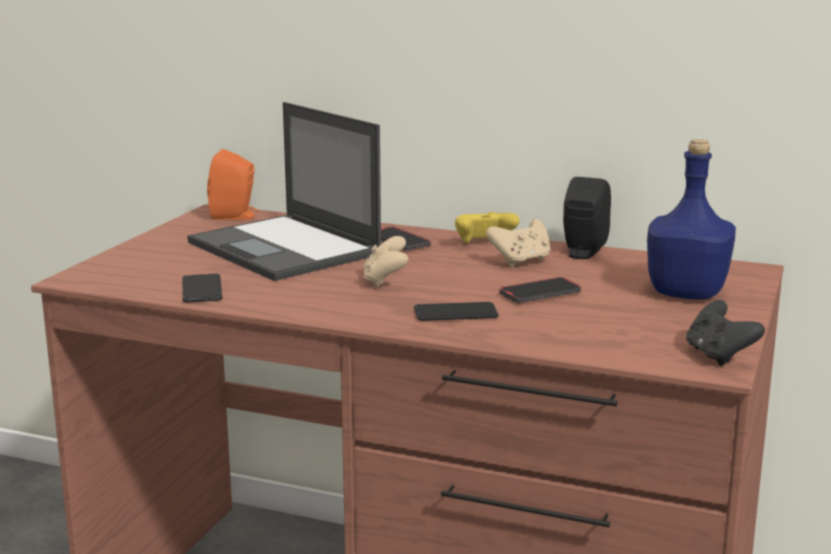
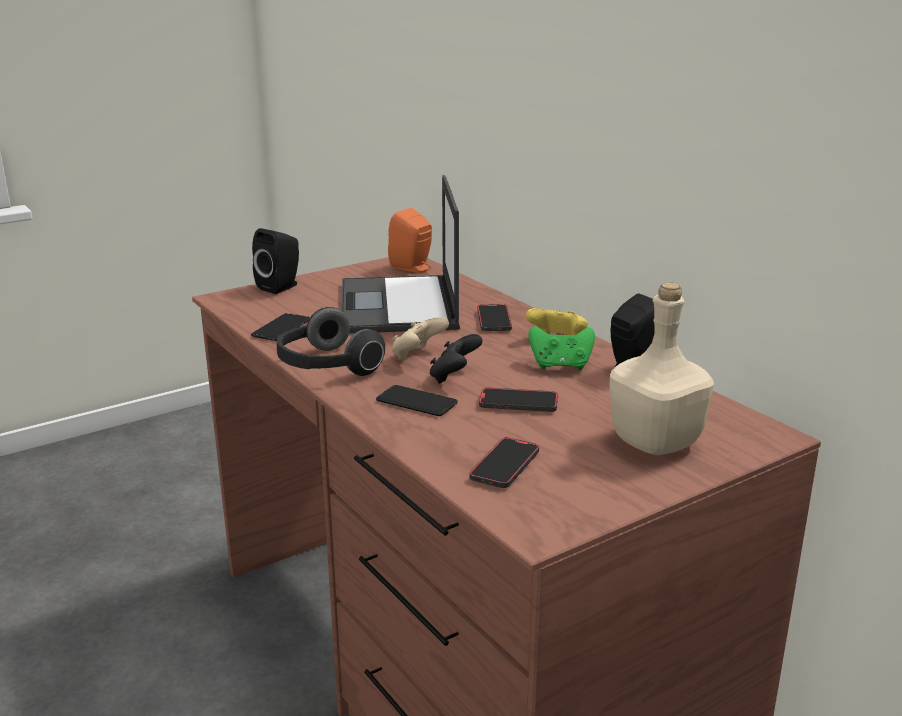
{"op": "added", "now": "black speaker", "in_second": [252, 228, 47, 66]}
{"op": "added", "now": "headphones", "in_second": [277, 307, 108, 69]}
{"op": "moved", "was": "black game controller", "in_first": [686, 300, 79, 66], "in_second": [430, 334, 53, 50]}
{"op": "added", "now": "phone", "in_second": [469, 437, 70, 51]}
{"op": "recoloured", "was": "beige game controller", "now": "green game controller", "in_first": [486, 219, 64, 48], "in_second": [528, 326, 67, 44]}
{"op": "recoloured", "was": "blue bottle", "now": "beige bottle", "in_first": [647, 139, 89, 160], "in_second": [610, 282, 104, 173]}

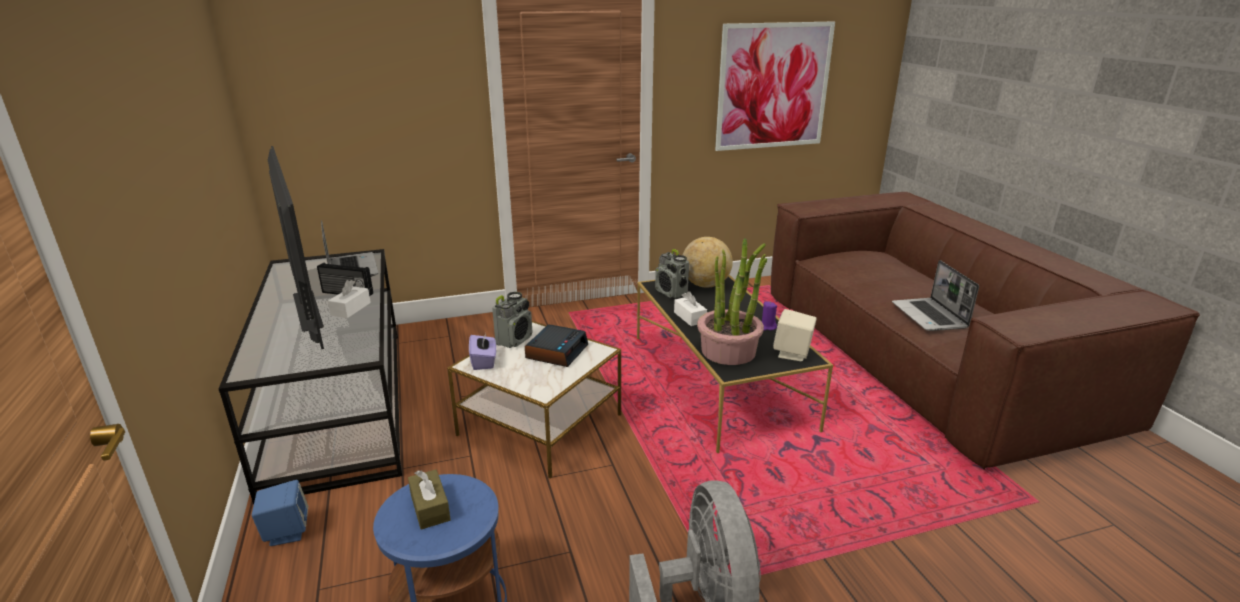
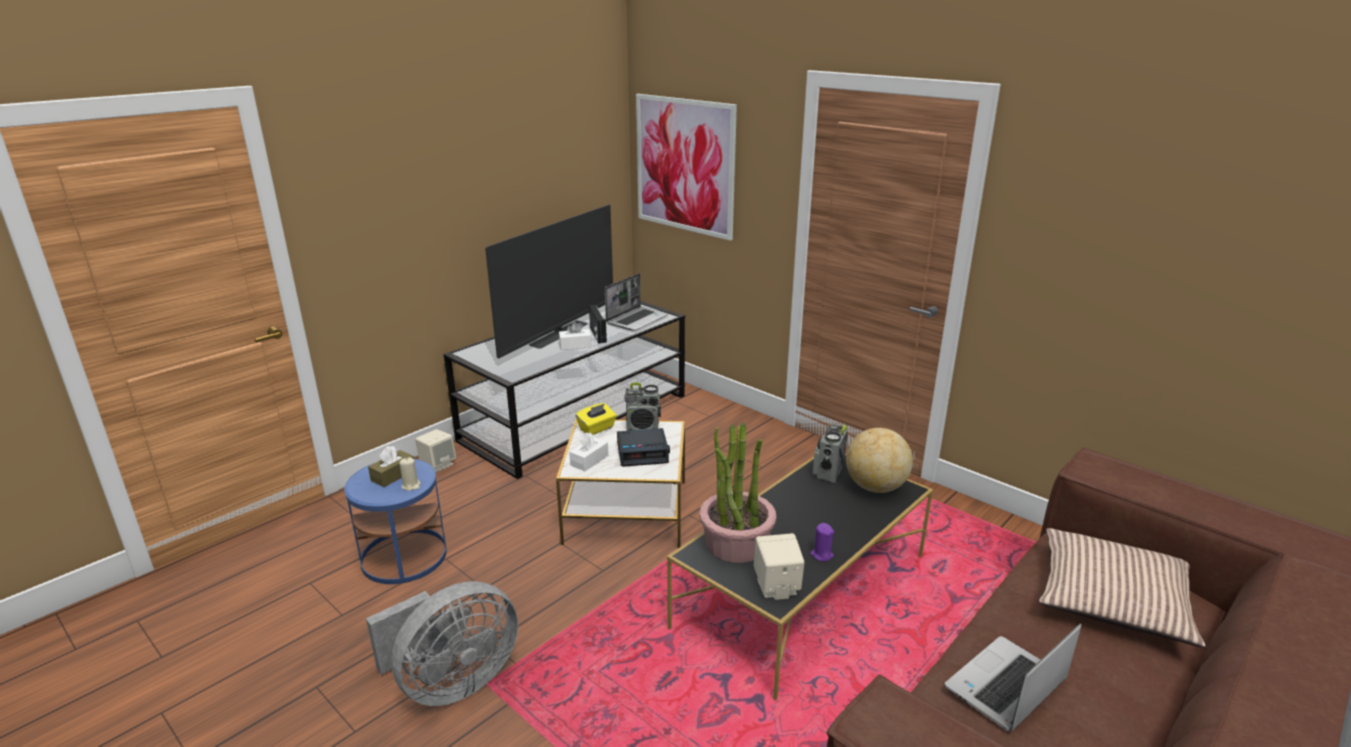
{"op": "added", "now": "beige candle", "in_second": [399, 457, 22, 34]}
{"op": "recoloured", "was": "blue speaker", "now": "beige speaker", "in_first": [252, 480, 56, 66], "in_second": [415, 429, 41, 43]}
{"op": "moved", "was": "white tissue box", "in_first": [674, 291, 33, 35], "in_second": [569, 432, 39, 39]}
{"op": "recoloured", "was": "purple tissue box", "now": "yellow tissue box", "in_first": [469, 333, 27, 37], "in_second": [576, 403, 41, 32]}
{"op": "moved", "was": "picture", "in_first": [715, 21, 120, 130], "in_second": [636, 94, 101, 147]}
{"op": "added", "now": "pillow", "in_second": [1039, 528, 167, 119]}

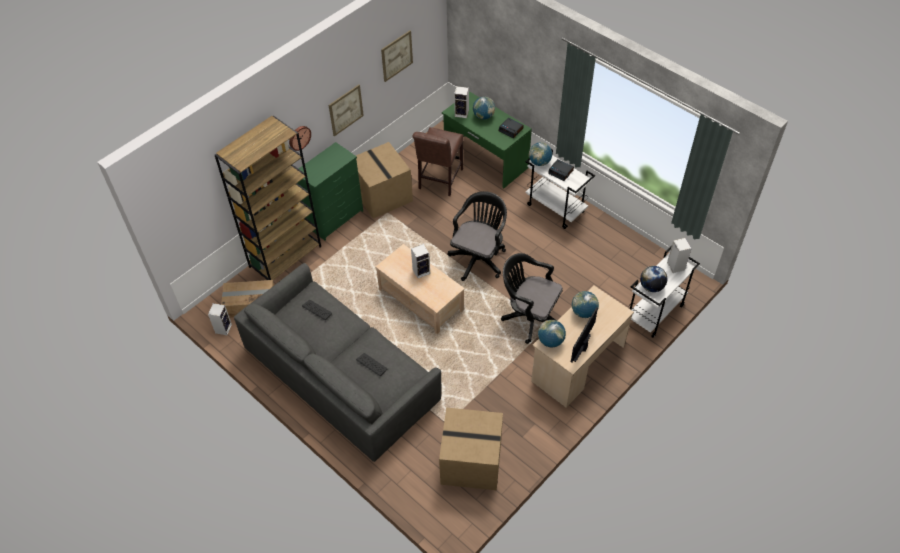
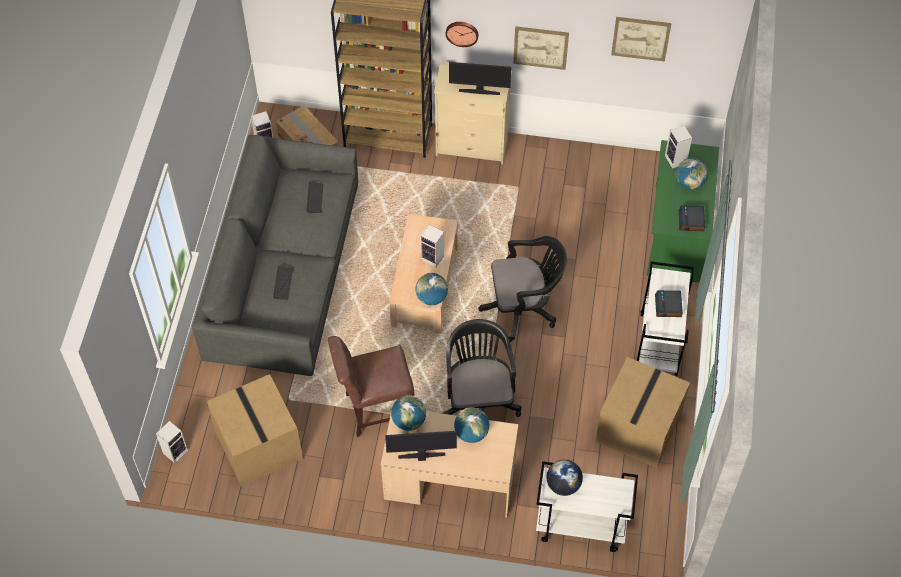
{"op": "moved", "was": "speaker", "in_first": [667, 238, 25, 35], "in_second": [156, 421, 32, 42]}
{"op": "moved", "was": "brown chair", "in_first": [412, 127, 52, 69], "in_second": [328, 336, 86, 101]}
{"op": "moved", "was": "globe", "in_first": [529, 142, 23, 24], "in_second": [415, 273, 33, 32]}
{"op": "recoloured", "was": "green dresser", "now": "beige dresser", "in_first": [298, 142, 65, 99], "in_second": [434, 62, 78, 102]}
{"op": "added", "now": "monitor", "in_second": [449, 62, 62, 33]}
{"op": "moved", "was": "cardboard box", "in_first": [356, 142, 57, 77], "in_second": [595, 357, 95, 111]}

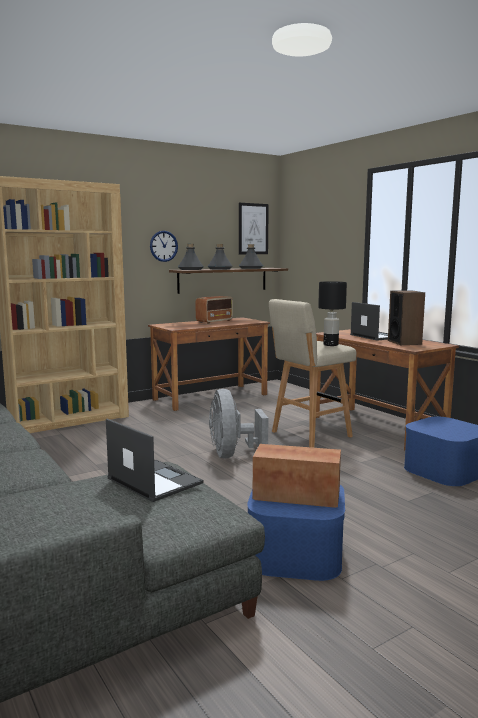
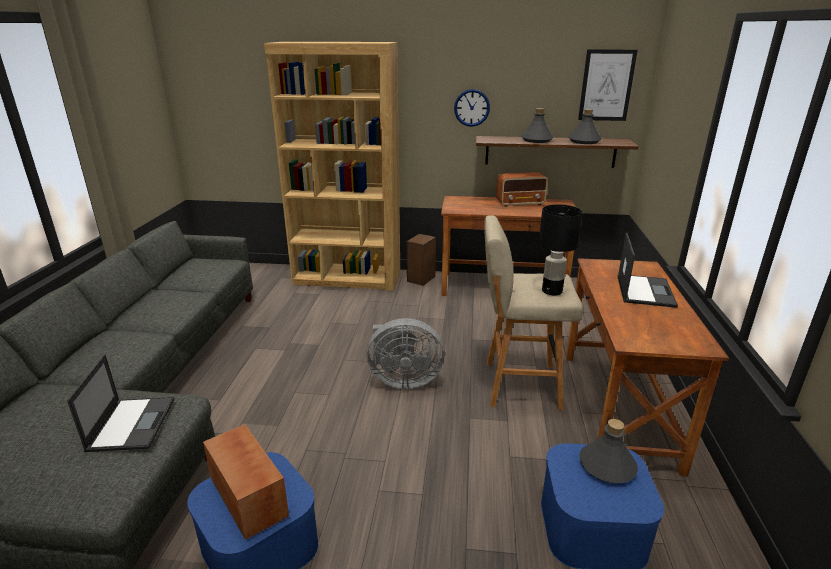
{"op": "turned", "was": "grey fan", "in_first": [209, 389, 59, 69], "in_second": [366, 318, 79, 71], "clockwise": -120}
{"op": "moved", "was": "speaker", "in_first": [388, 290, 37, 55], "in_second": [407, 234, 29, 52]}
{"op": "moved", "was": "grey bottle", "in_first": [178, 244, 26, 26], "in_second": [580, 419, 58, 64]}

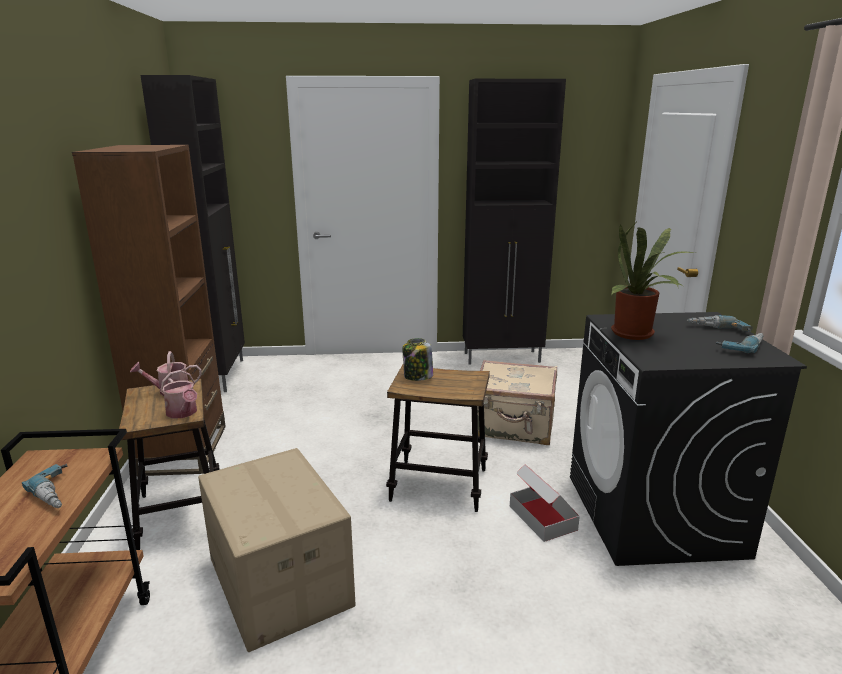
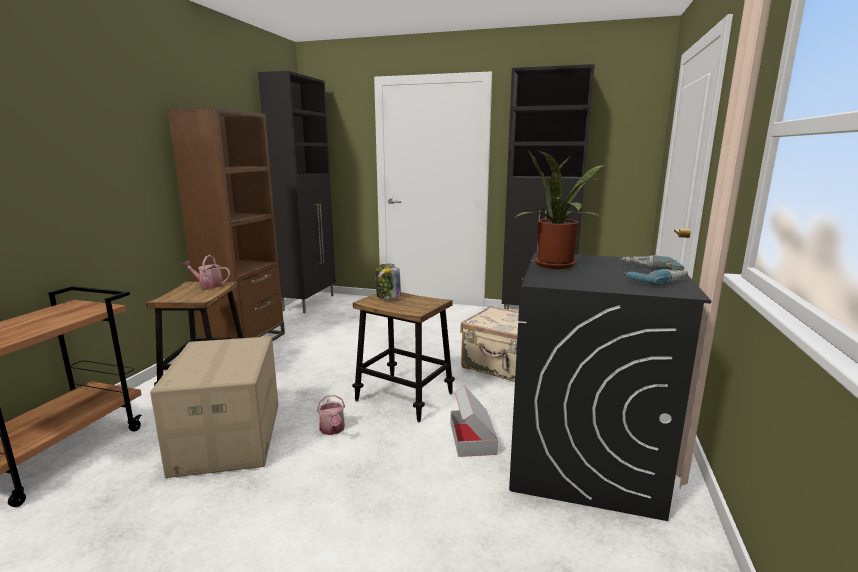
{"op": "moved", "was": "watering can", "in_first": [160, 370, 37, 49], "in_second": [317, 394, 28, 41]}
{"op": "removed", "was": "power drill", "in_first": [22, 464, 46, 44]}

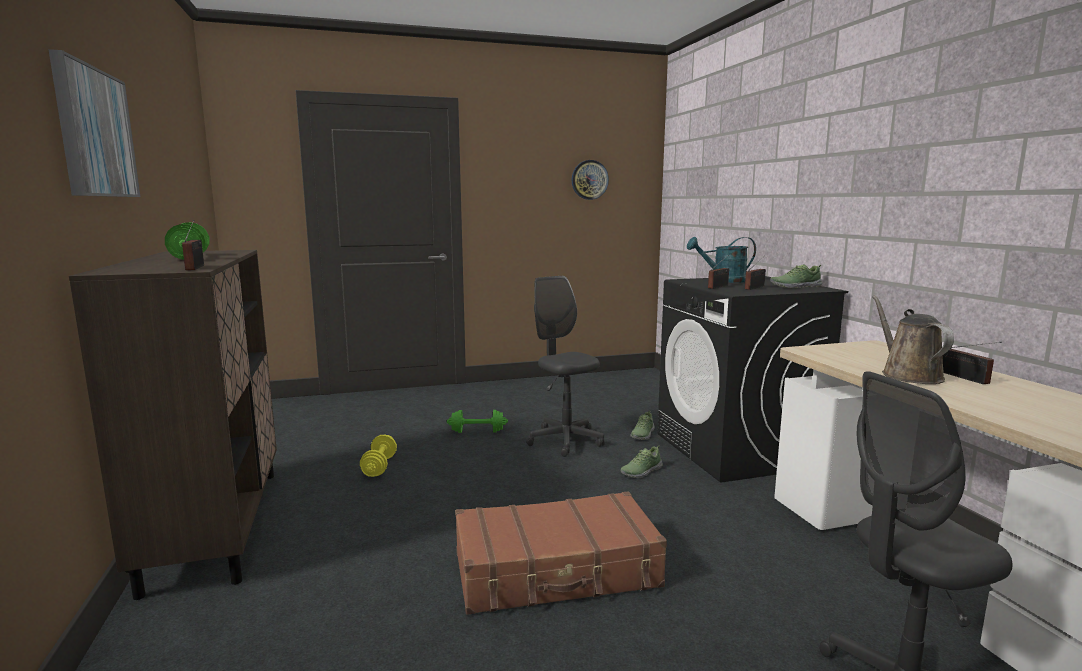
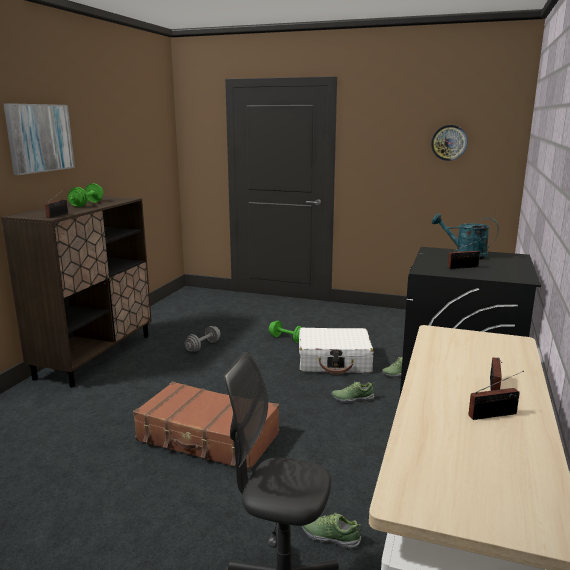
{"op": "recoloured", "was": "yellow dumbbell", "now": "grey dumbbell", "in_first": [360, 435, 37, 42], "in_second": [184, 326, 37, 26]}
{"op": "replaced", "was": "grey office chair", "now": "white suitcase", "in_first": [526, 276, 79, 181], "in_second": [299, 328, 75, 46]}
{"op": "moved", "was": "shoe", "in_first": [770, 264, 52, 24], "in_second": [302, 512, 59, 37]}
{"op": "moved", "was": "radio", "in_first": [708, 256, 21, 33], "in_second": [468, 371, 56, 49]}
{"op": "removed", "was": "brown watering can", "in_first": [872, 295, 82, 89]}

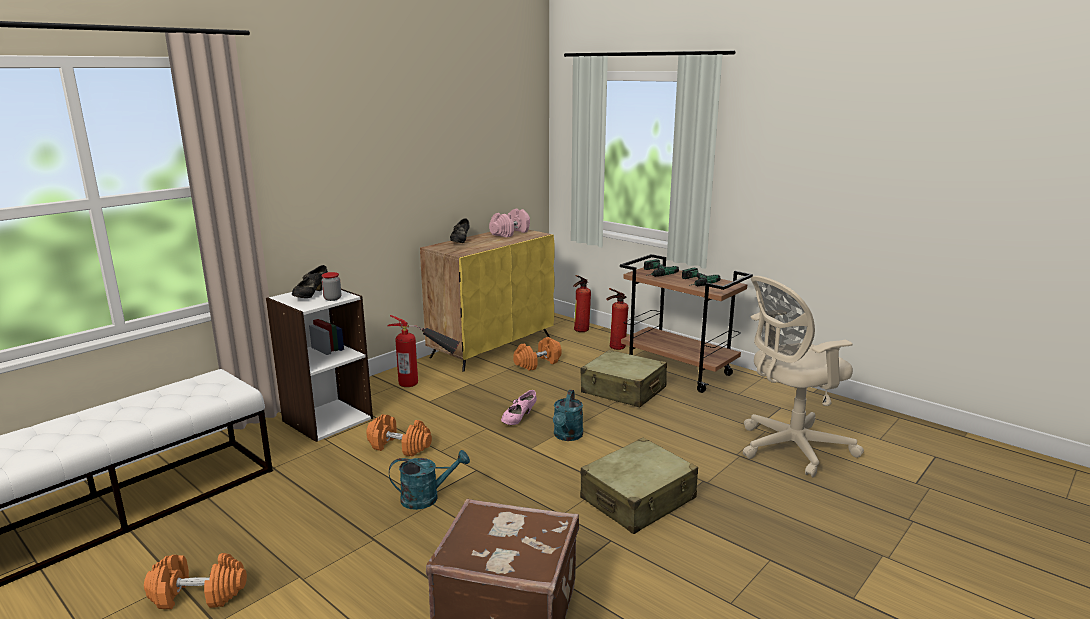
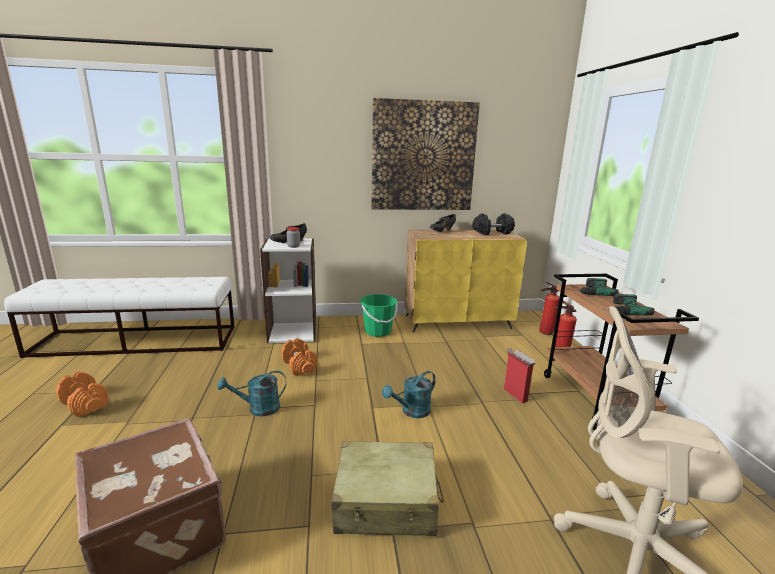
{"op": "turned", "was": "turquoise watering can", "in_first": [389, 450, 81, 60], "in_second": [217, 371, 69, 45], "clockwise": 135}
{"op": "replaced", "was": "fire extinguisher", "now": "green bucket", "in_first": [387, 315, 73, 72], "in_second": [360, 294, 38, 43]}
{"op": "added", "now": "picture", "in_second": [371, 98, 109, 112]}
{"op": "recoloured", "was": "pink dumbbell", "now": "black dumbbell", "in_first": [489, 208, 41, 29], "in_second": [472, 213, 43, 22]}
{"op": "replaced", "was": "beige suitcase", "now": "cardboard box", "in_first": [580, 350, 87, 57], "in_second": [504, 348, 32, 55]}
{"op": "removed", "was": "pink shoe", "in_first": [501, 390, 36, 35]}
{"op": "removed", "was": "orange dumbbell", "in_first": [513, 337, 49, 34]}

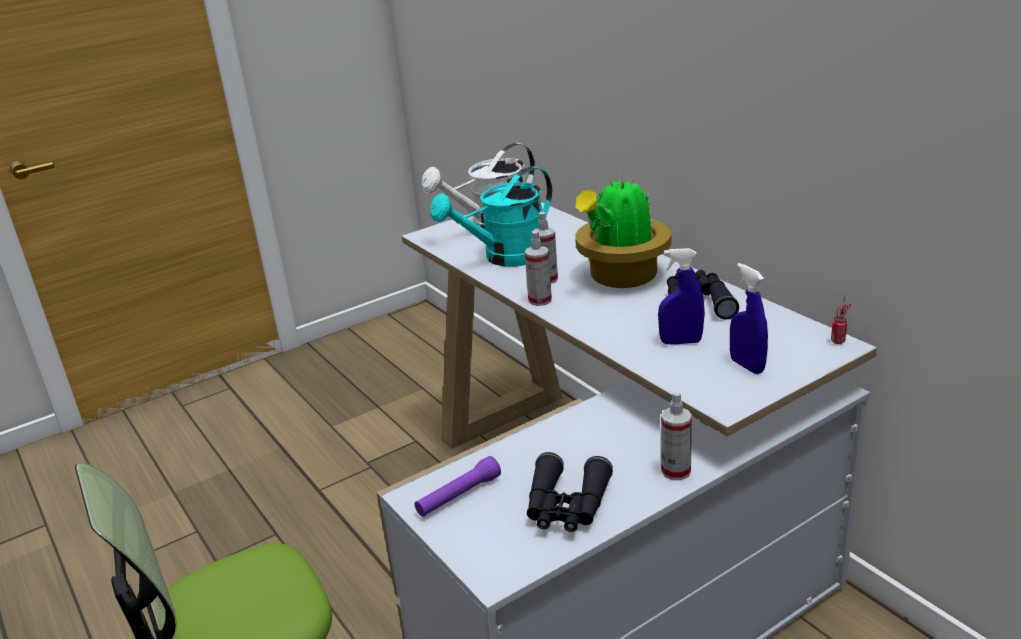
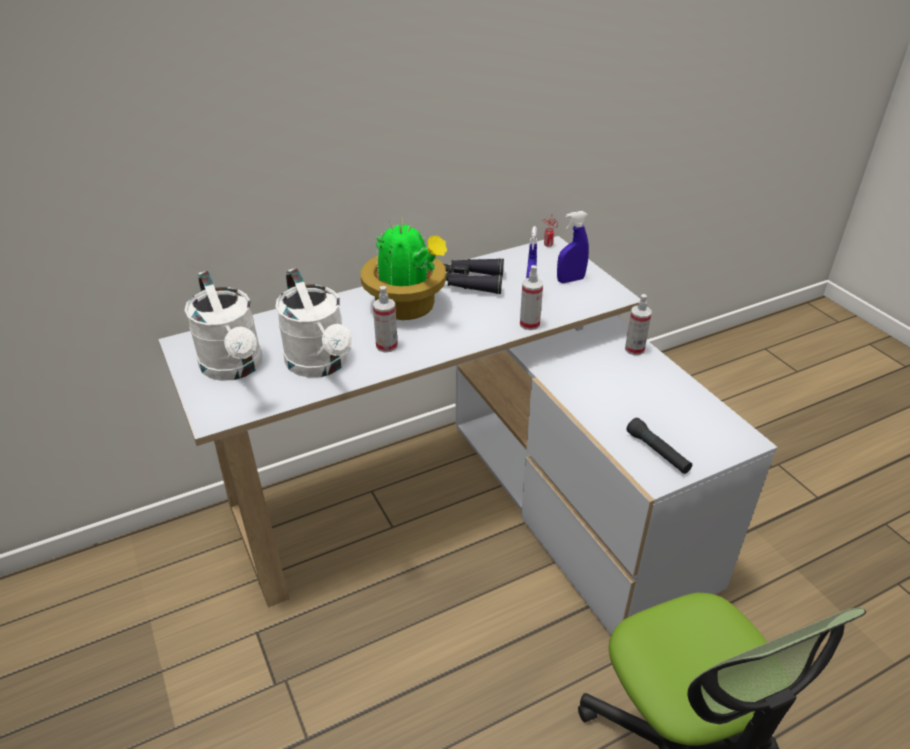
{"op": "recoloured", "was": "turquoise watering can", "now": "white watering can", "in_first": [430, 167, 122, 100], "in_second": [275, 268, 78, 110]}
{"op": "moved", "was": "spray bottle", "in_first": [525, 230, 27, 76], "in_second": [520, 265, 23, 65]}
{"op": "recoloured", "was": "purple flashlight", "now": "black flashlight", "in_first": [414, 456, 87, 61], "in_second": [626, 418, 66, 56]}
{"op": "removed", "was": "black binoculars", "in_first": [527, 452, 86, 80]}

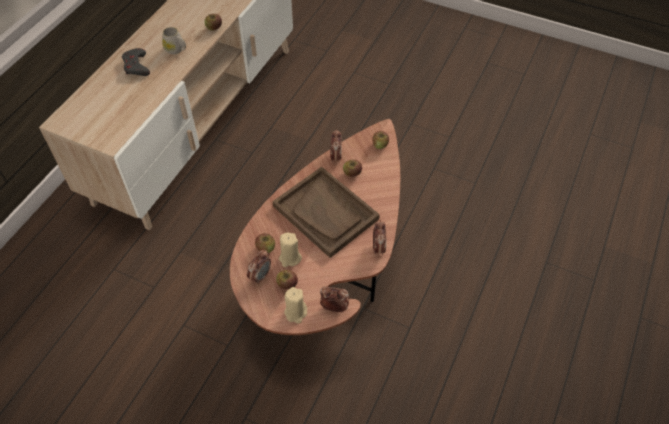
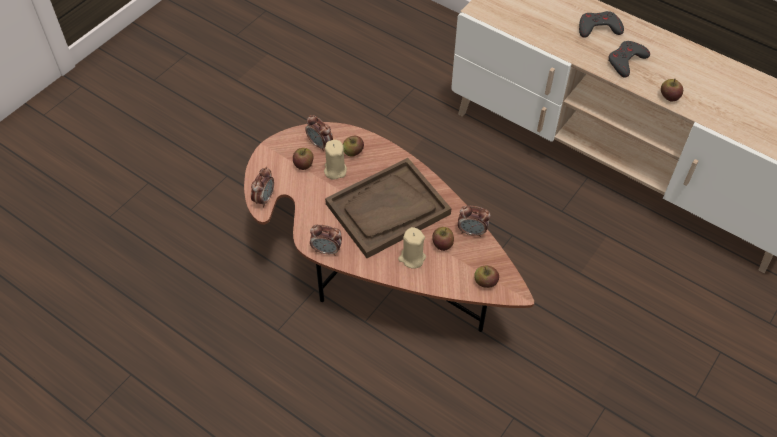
{"op": "moved", "was": "beige candle", "in_first": [284, 287, 23, 37], "in_second": [398, 227, 28, 41]}
{"op": "replaced", "was": "white mug", "now": "grey game controller", "in_first": [162, 27, 24, 27], "in_second": [608, 41, 42, 37]}

